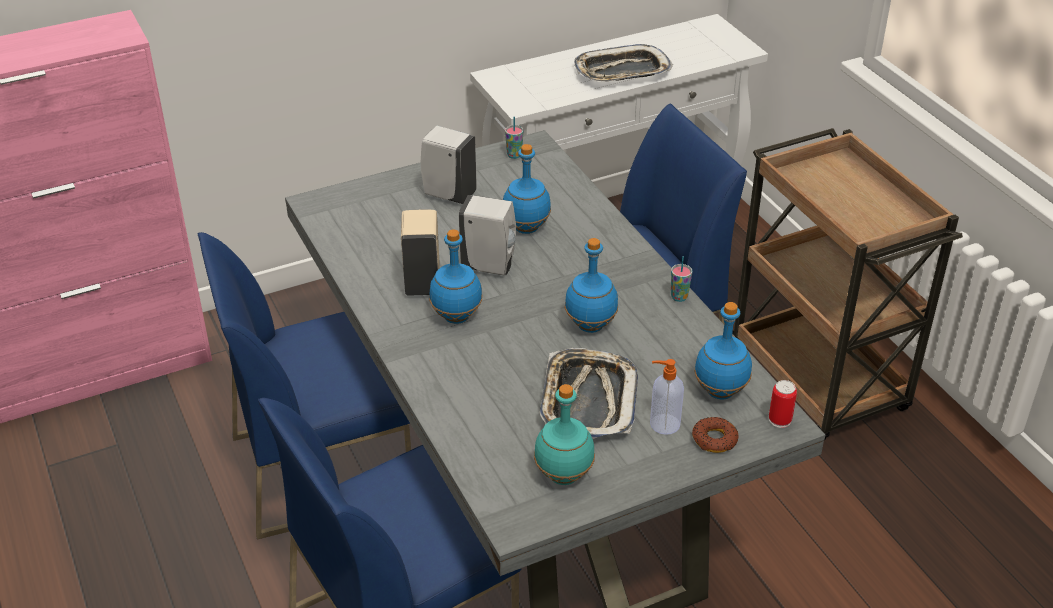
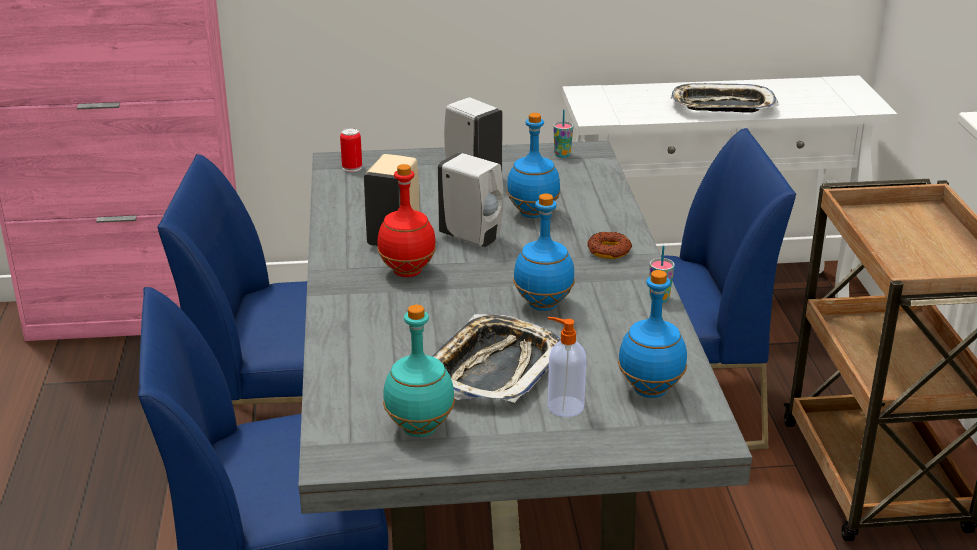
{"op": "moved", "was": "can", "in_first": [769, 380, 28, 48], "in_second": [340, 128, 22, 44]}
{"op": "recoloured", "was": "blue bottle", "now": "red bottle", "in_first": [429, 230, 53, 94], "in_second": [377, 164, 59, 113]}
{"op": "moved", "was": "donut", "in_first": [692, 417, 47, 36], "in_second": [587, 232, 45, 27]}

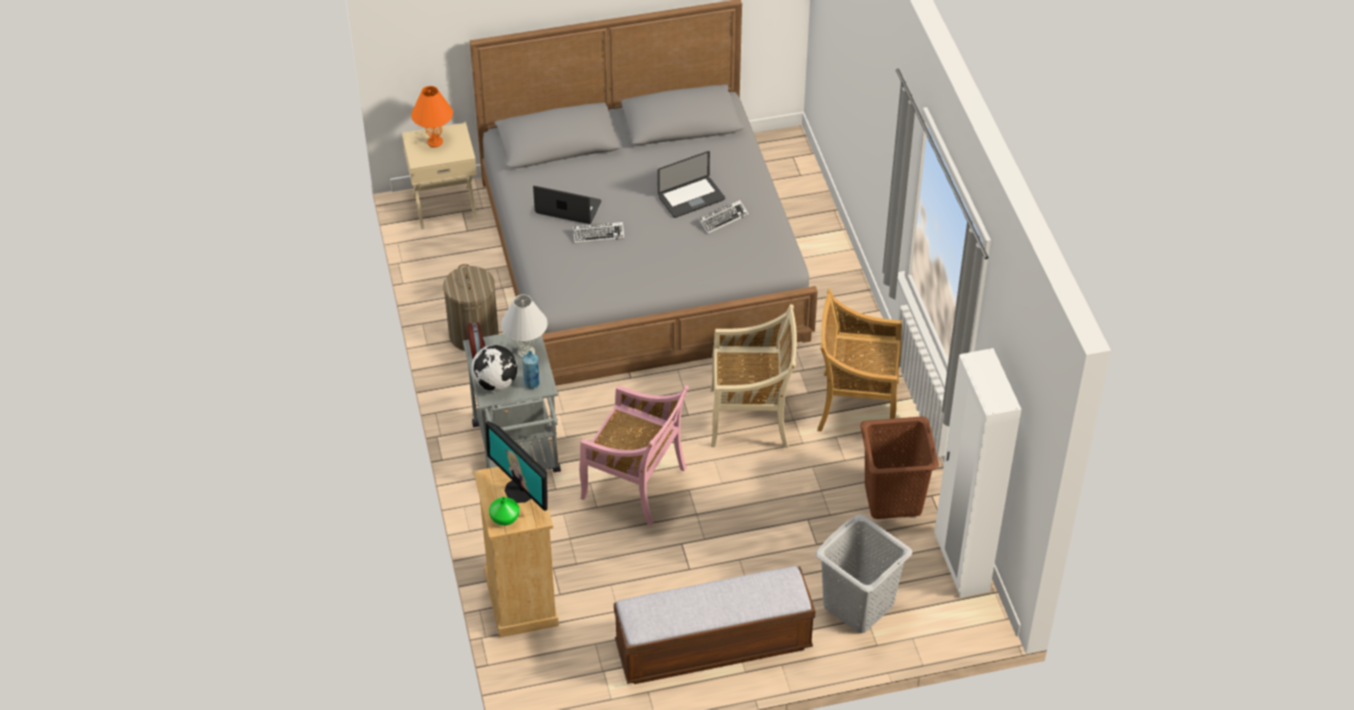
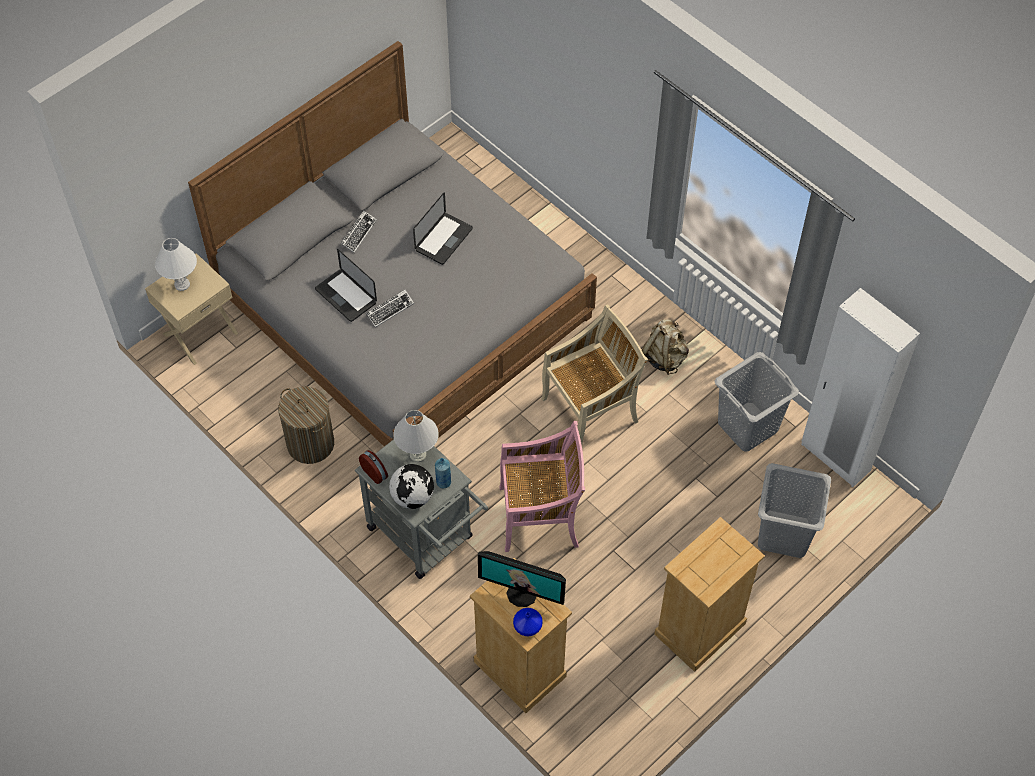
{"op": "recoloured", "was": "orange table lamp", "now": "white table lamp", "in_first": [411, 86, 42, 61], "in_second": [155, 238, 42, 53]}
{"op": "turned", "was": "laptop", "in_first": [533, 186, 68, 38], "in_second": [315, 249, 62, 73], "clockwise": -120}
{"op": "moved", "was": "keyboard", "in_first": [698, 200, 51, 34], "in_second": [340, 210, 37, 43]}
{"op": "recoloured", "was": "green vase", "now": "blue vase", "in_first": [489, 497, 31, 29], "in_second": [513, 608, 30, 28]}
{"op": "replaced", "was": "beige chair", "now": "beige backpack", "in_first": [817, 289, 85, 143], "in_second": [642, 319, 47, 56]}
{"op": "replaced", "was": "bench", "now": "beige dresser", "in_first": [614, 566, 202, 118], "in_second": [654, 517, 111, 155]}
{"op": "recoloured", "was": "brown laundry basket", "now": "grey laundry basket", "in_first": [860, 416, 79, 103], "in_second": [715, 352, 84, 100]}

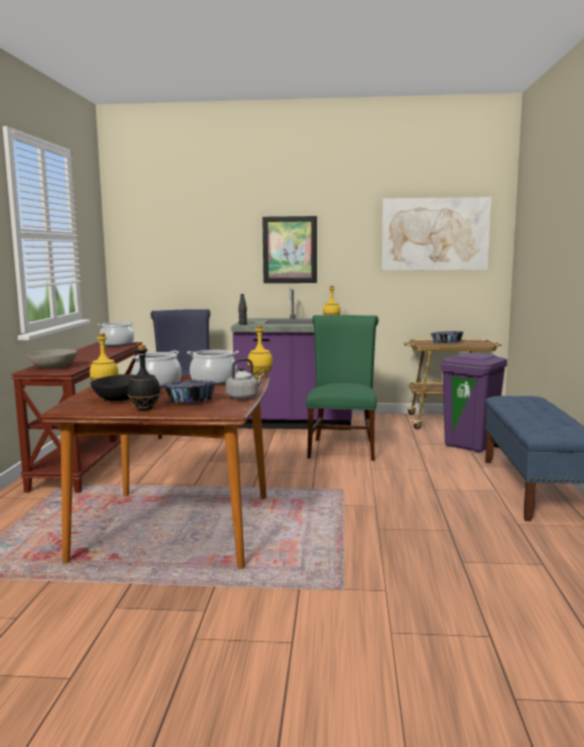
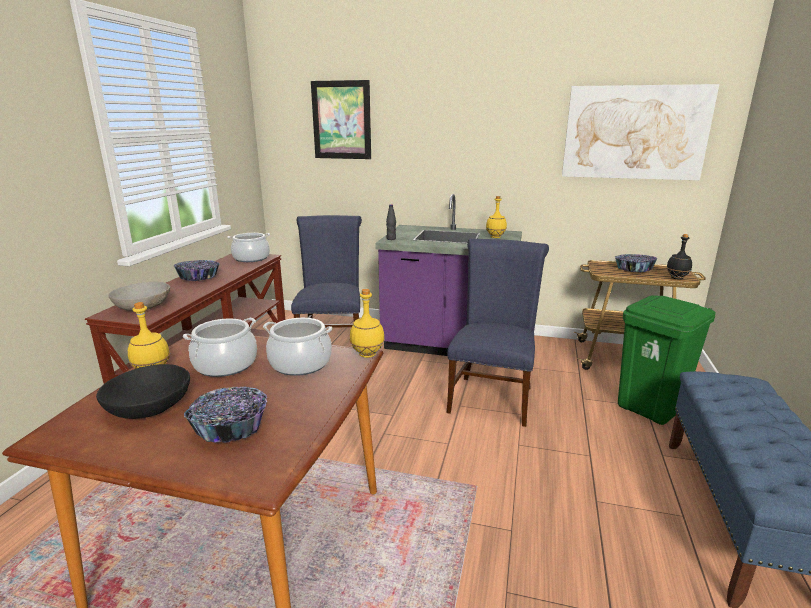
{"op": "added", "now": "bowl", "in_second": [174, 260, 46, 21]}
{"op": "moved", "was": "picture", "in_first": [262, 216, 55, 67], "in_second": [311, 80, 60, 79]}
{"op": "recoloured", "was": "green chair", "now": "blue chair", "in_first": [306, 315, 73, 146], "in_second": [447, 238, 102, 189]}
{"op": "recoloured", "was": "purple trash can", "now": "green trash can", "in_first": [440, 352, 67, 100], "in_second": [618, 295, 98, 130]}
{"op": "moved", "was": "black bottle", "in_first": [128, 345, 33, 65], "in_second": [667, 234, 25, 46]}
{"op": "removed", "was": "grey kettle", "in_first": [226, 358, 38, 41]}

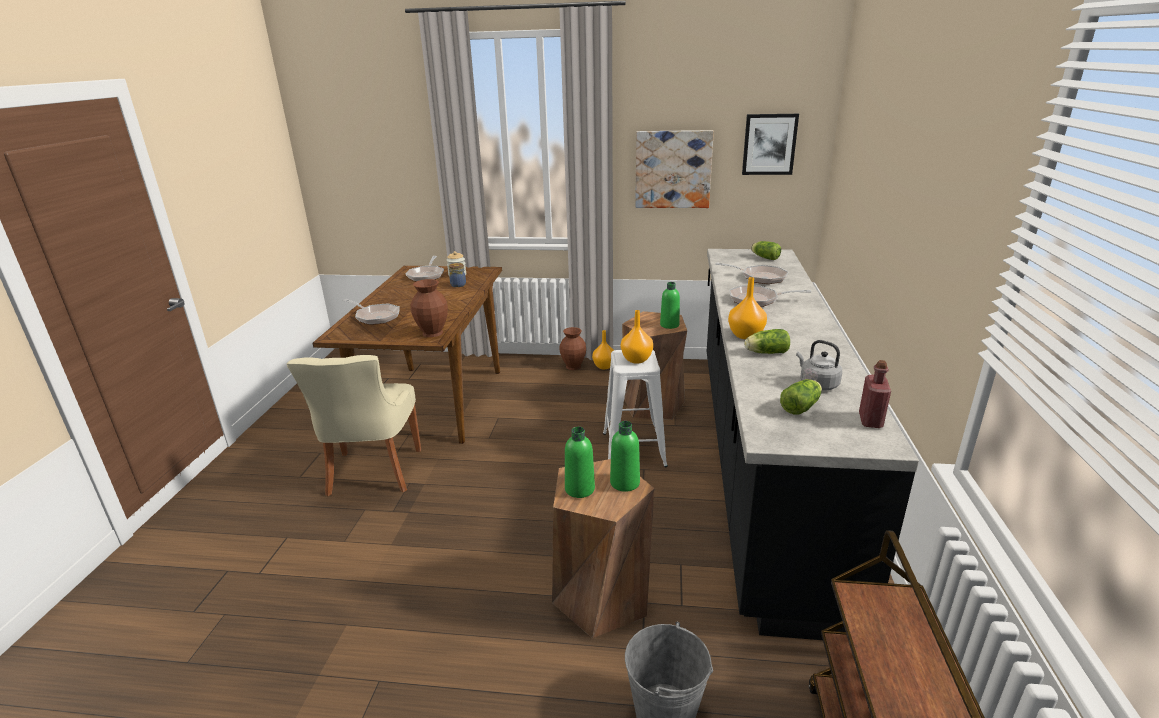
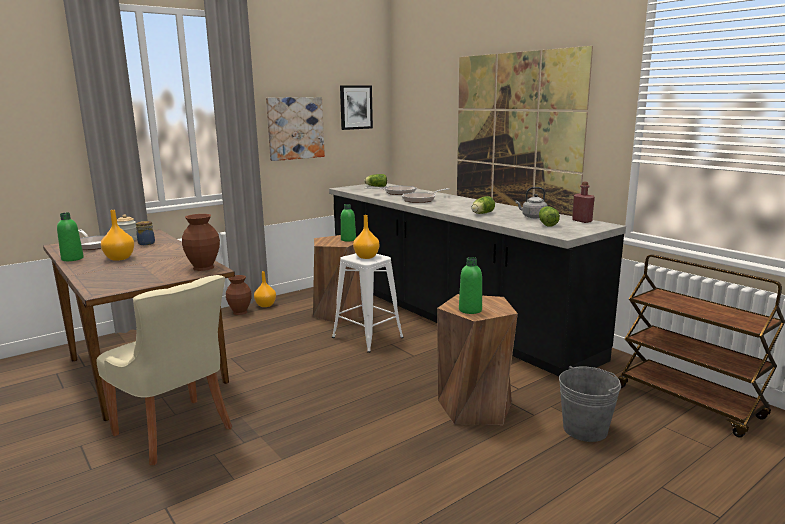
{"op": "moved", "was": "green bottle", "in_first": [610, 421, 30, 71], "in_second": [57, 213, 27, 48]}
{"op": "moved", "was": "orange vase", "in_first": [728, 277, 39, 62], "in_second": [101, 210, 33, 51]}
{"op": "added", "now": "picture", "in_second": [457, 46, 136, 170]}
{"op": "removed", "was": "frying pan", "in_first": [342, 299, 58, 26]}

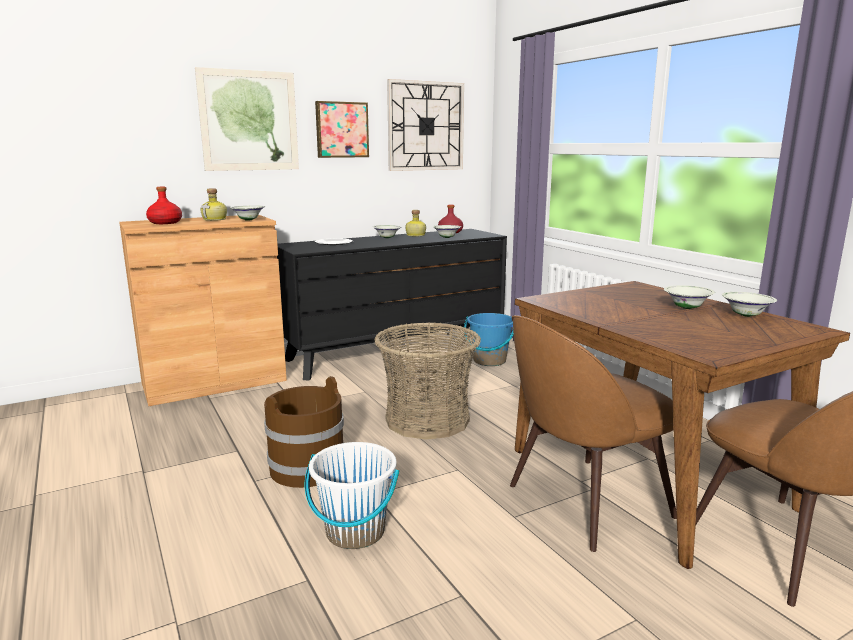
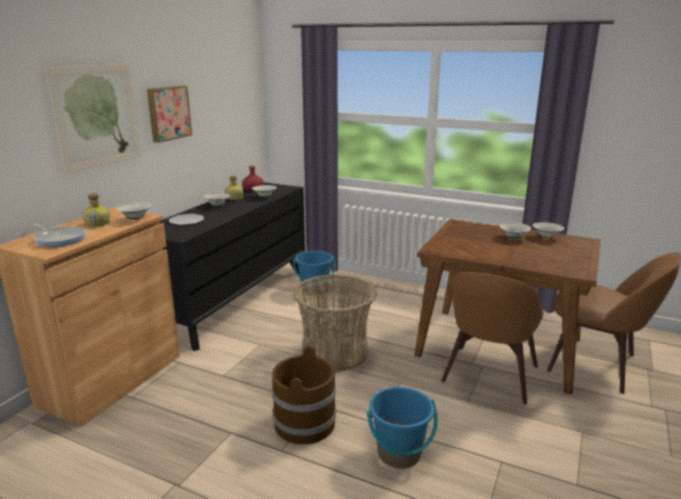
{"op": "replaced", "was": "red bottle", "now": "frying pan", "in_first": [146, 187, 36, 37], "in_second": [32, 224, 54, 23]}
{"op": "recoloured", "was": "white bucket", "now": "blue bucket", "in_first": [305, 442, 94, 107], "in_second": [366, 387, 72, 82]}
{"op": "removed", "was": "wall clock", "in_first": [387, 79, 77, 92]}

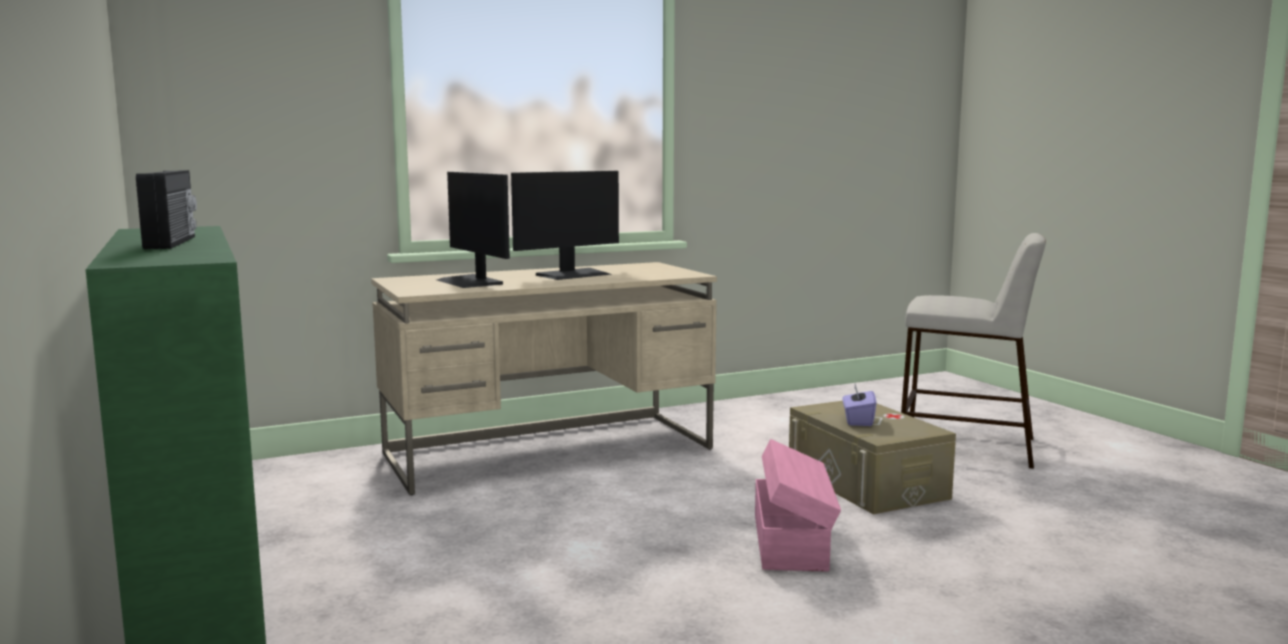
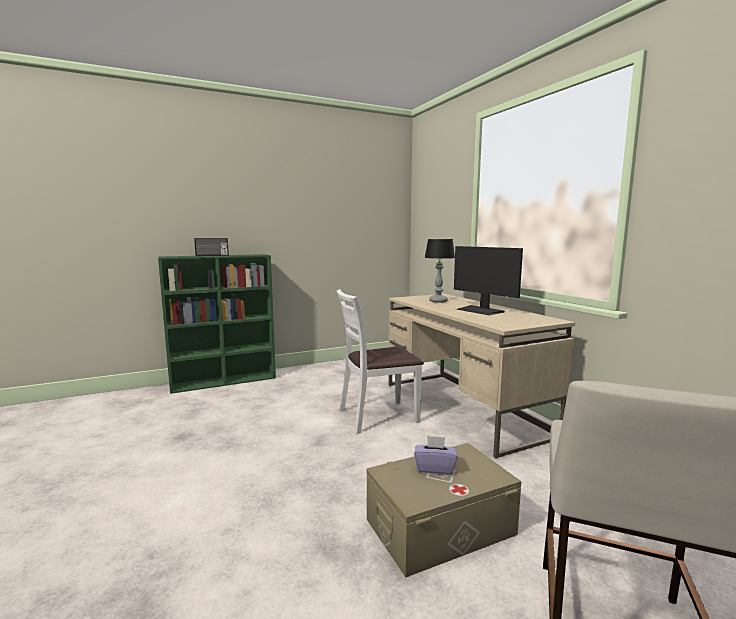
{"op": "added", "now": "white chair", "in_second": [337, 289, 87, 145]}
{"op": "replaced", "was": "monitor", "now": "table lamp", "in_first": [437, 172, 73, 116], "in_second": [425, 239, 30, 64]}
{"op": "removed", "was": "pink storage box", "in_first": [755, 439, 86, 132]}

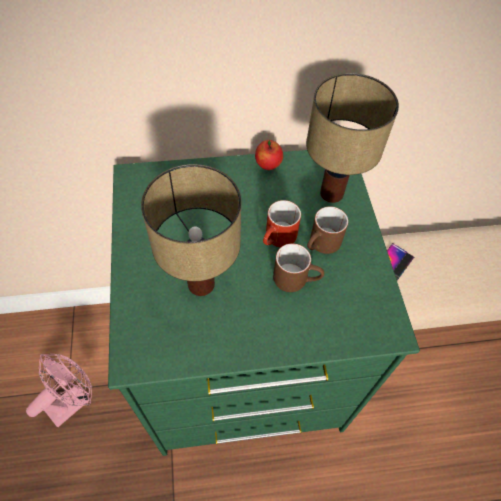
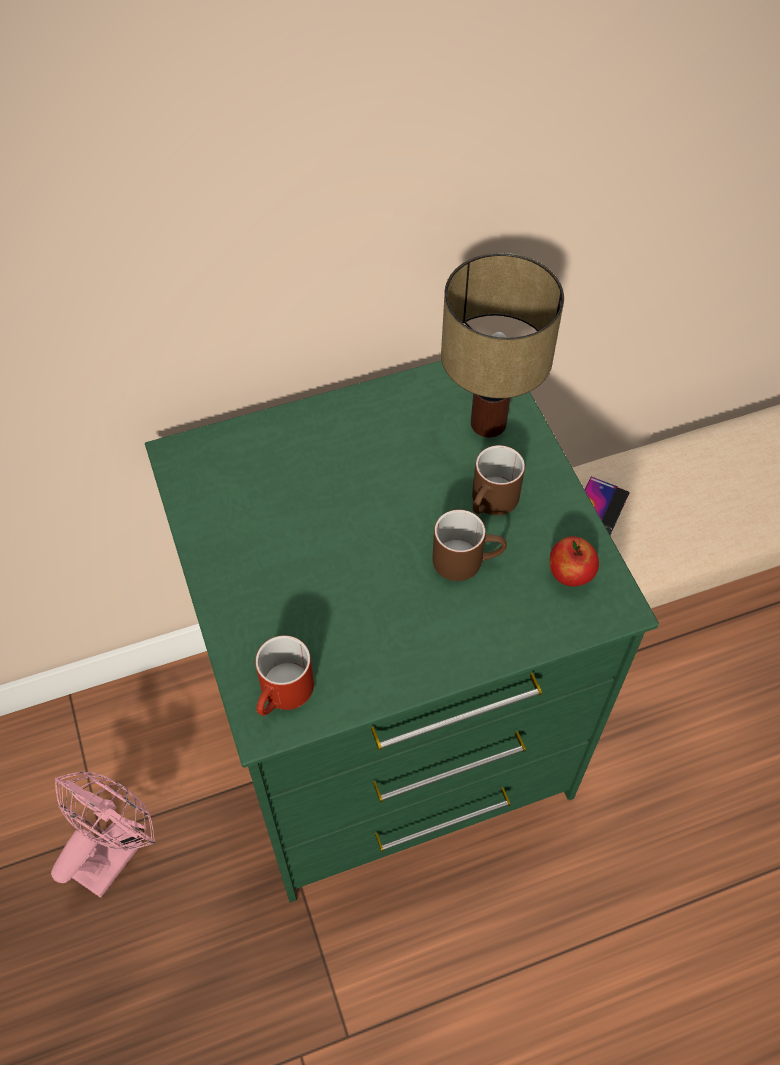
{"op": "moved", "was": "red mug", "in_first": [263, 200, 38, 47], "in_second": [255, 635, 59, 81]}
{"op": "moved", "was": "apple", "in_first": [255, 140, 28, 30], "in_second": [549, 536, 50, 51]}
{"op": "removed", "was": "table lamp", "in_first": [141, 164, 100, 132]}

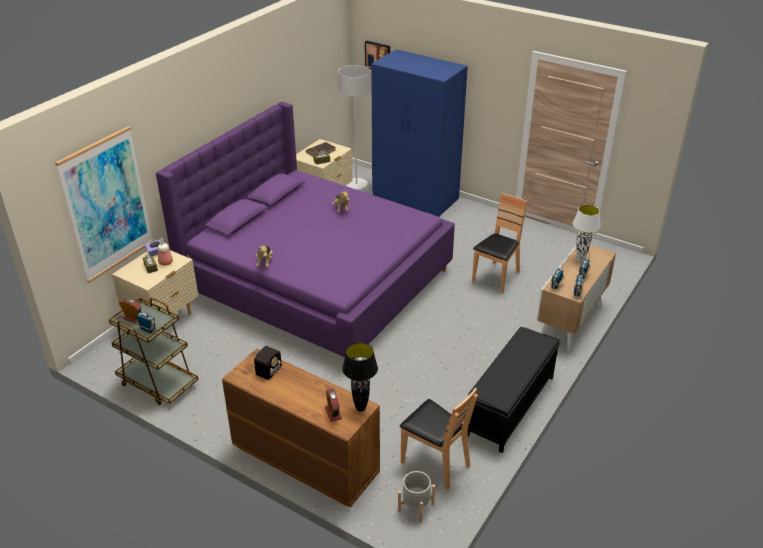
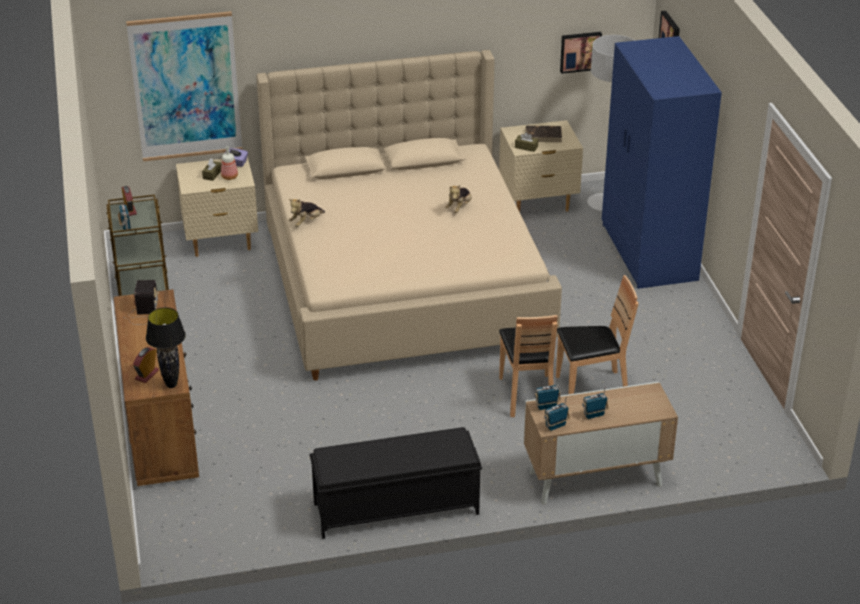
{"op": "turned", "was": "radio", "in_first": [244, 346, 38, 42], "in_second": [122, 280, 37, 45], "clockwise": -75}
{"op": "recoloured", "was": "purple bed", "now": "beige bed", "in_first": [156, 102, 299, 258], "in_second": [256, 50, 306, 331]}
{"op": "moved", "was": "brown chair", "in_first": [400, 388, 78, 102], "in_second": [499, 315, 59, 102]}
{"op": "added", "now": "picture", "in_second": [560, 32, 42, 42]}
{"op": "removed", "was": "grey planter", "in_first": [398, 471, 37, 52]}
{"op": "removed", "was": "white table lamp", "in_first": [573, 205, 27, 57]}

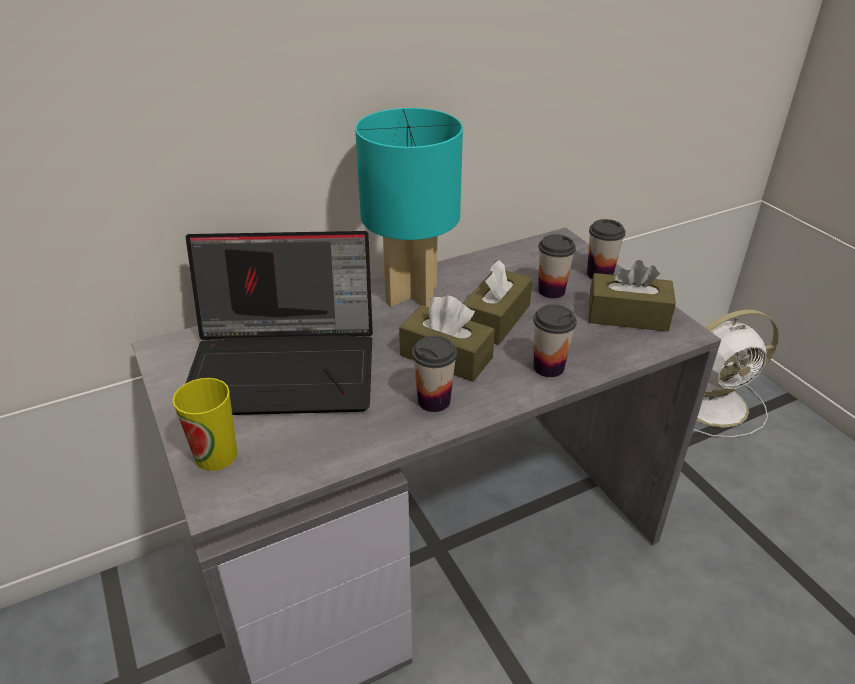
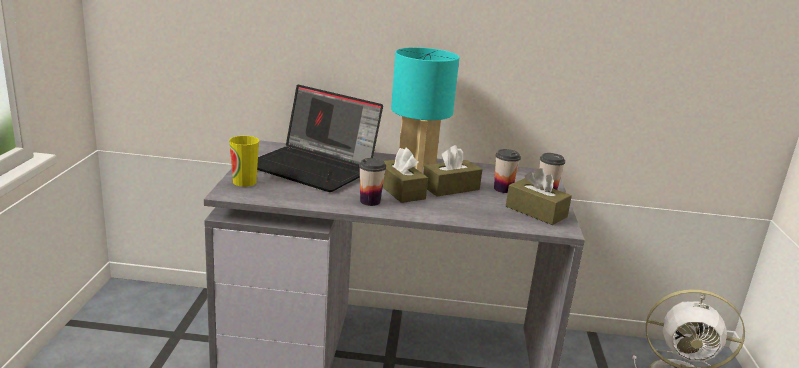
{"op": "removed", "was": "cup", "in_first": [533, 304, 44, 73]}

